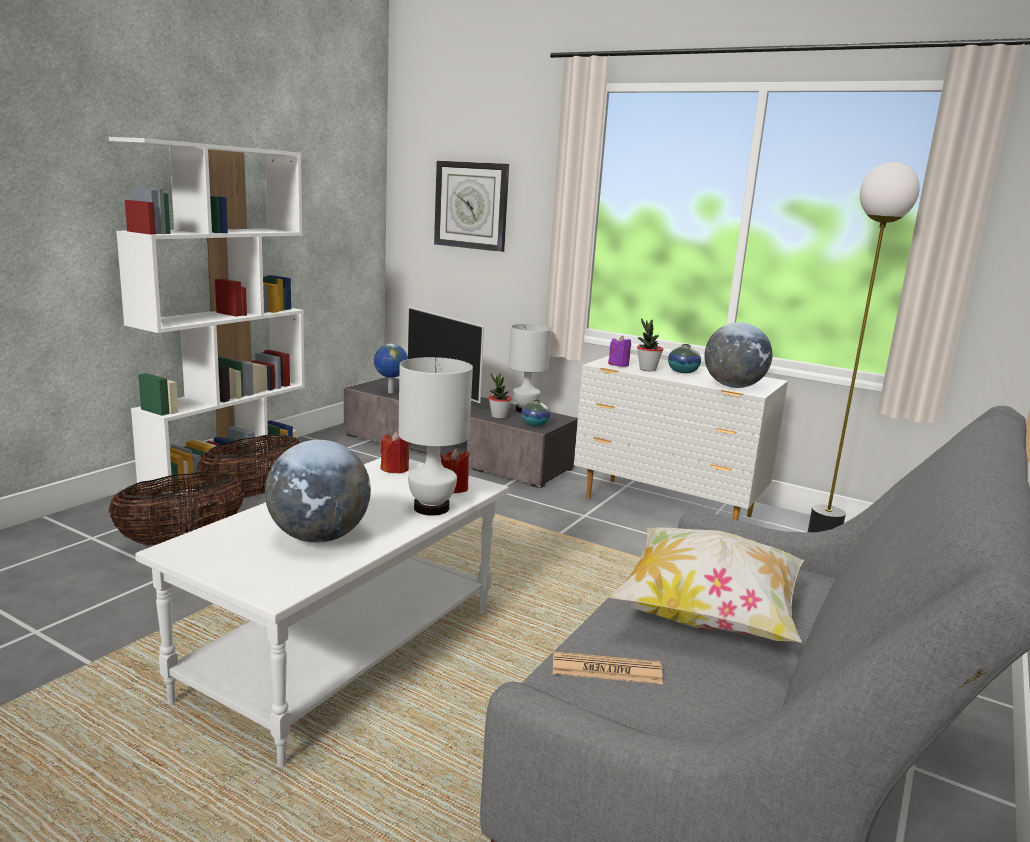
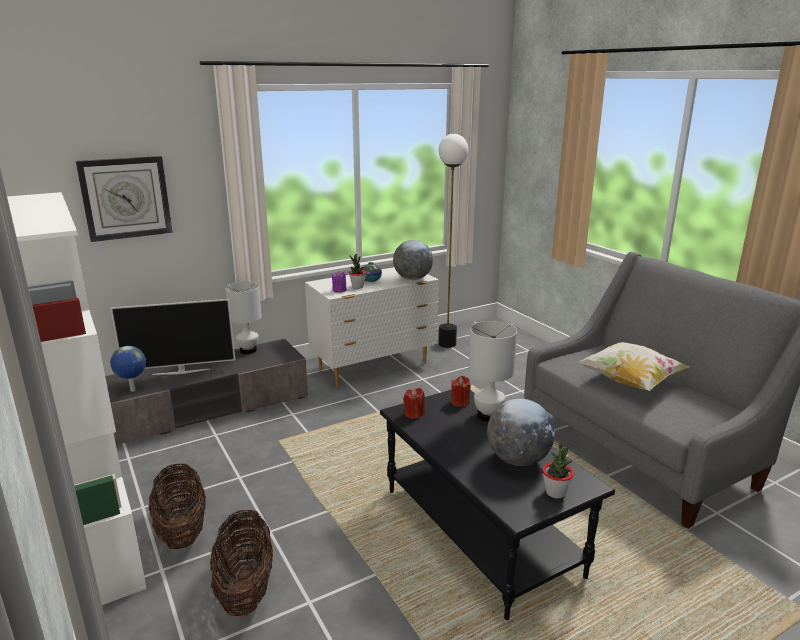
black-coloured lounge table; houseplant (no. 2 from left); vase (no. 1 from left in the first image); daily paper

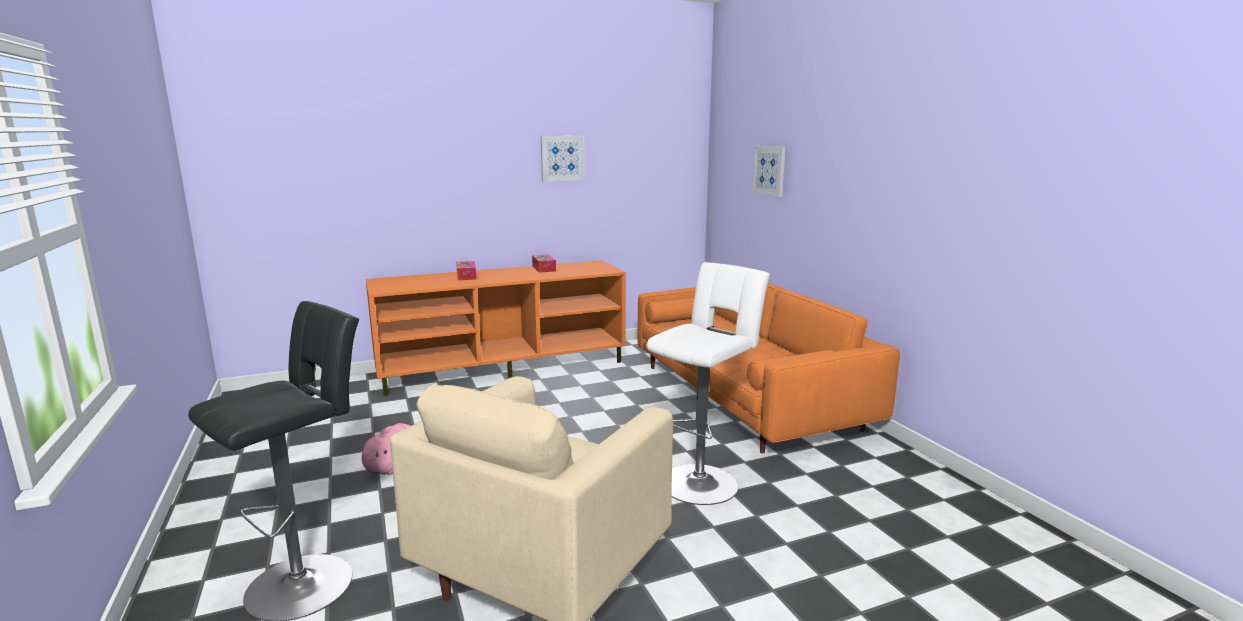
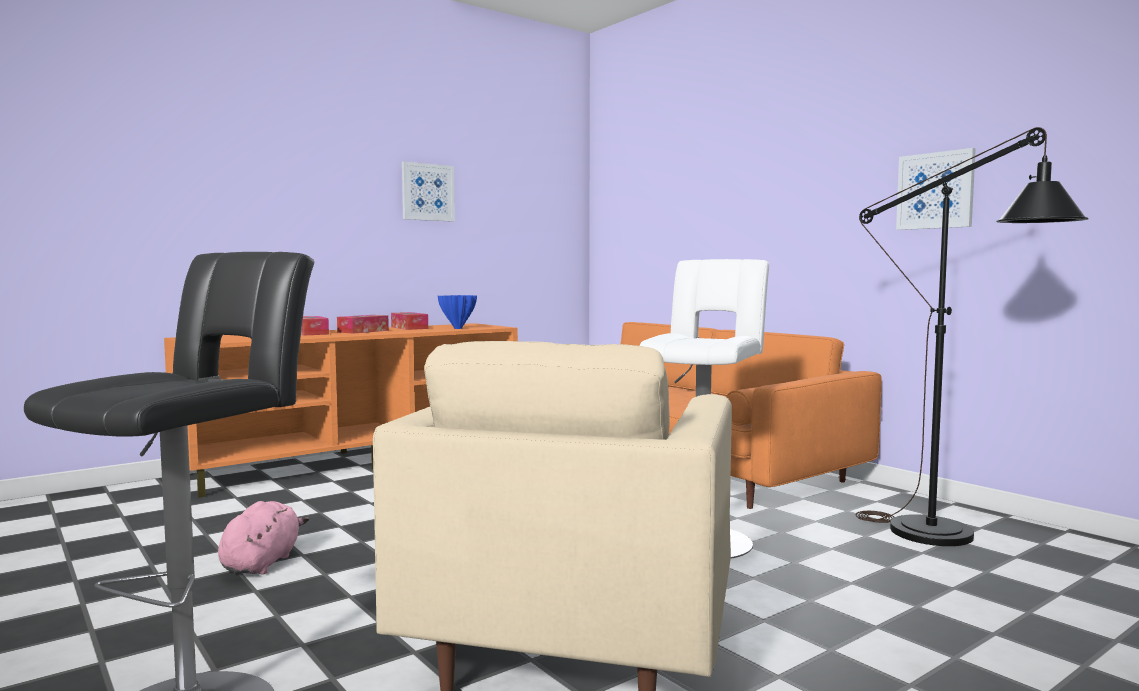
box of tissues (no. 2 from left); bluish vase; black-coloured standard lamp; wall picture (no. 2 from left)

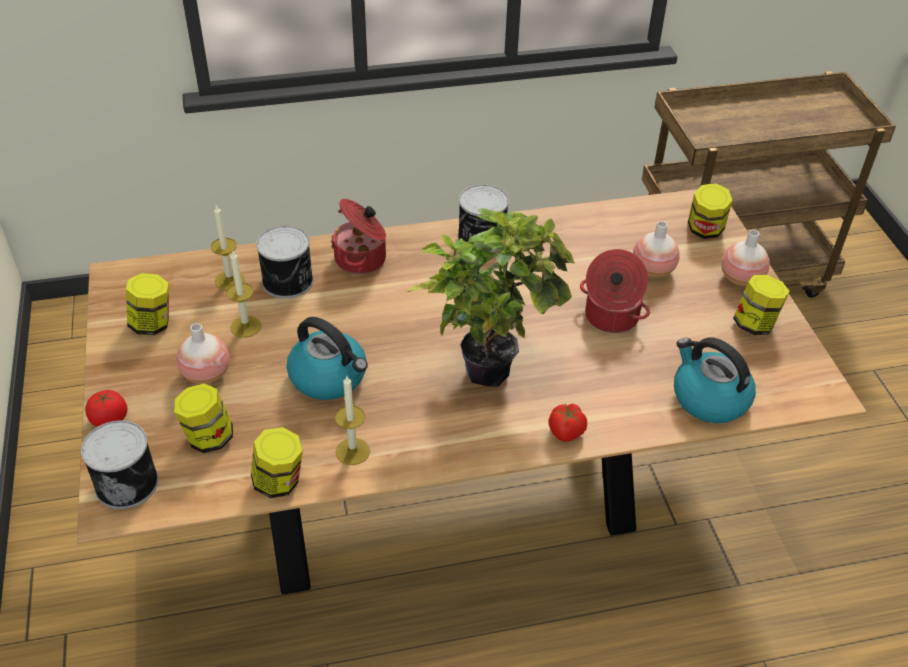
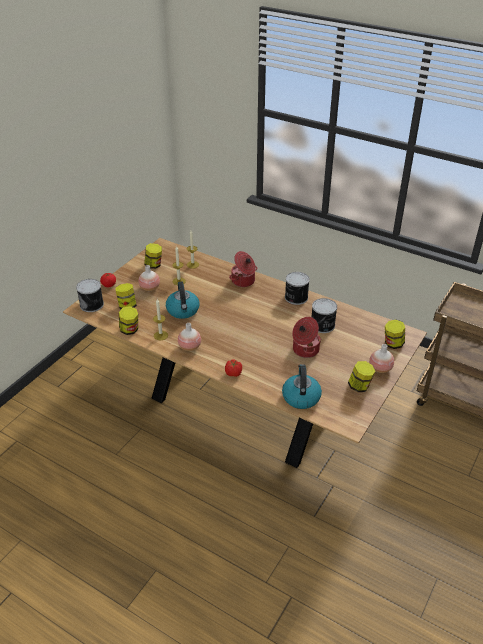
vase (no. 2 from left); metal can (no. 3 from left); houseplant

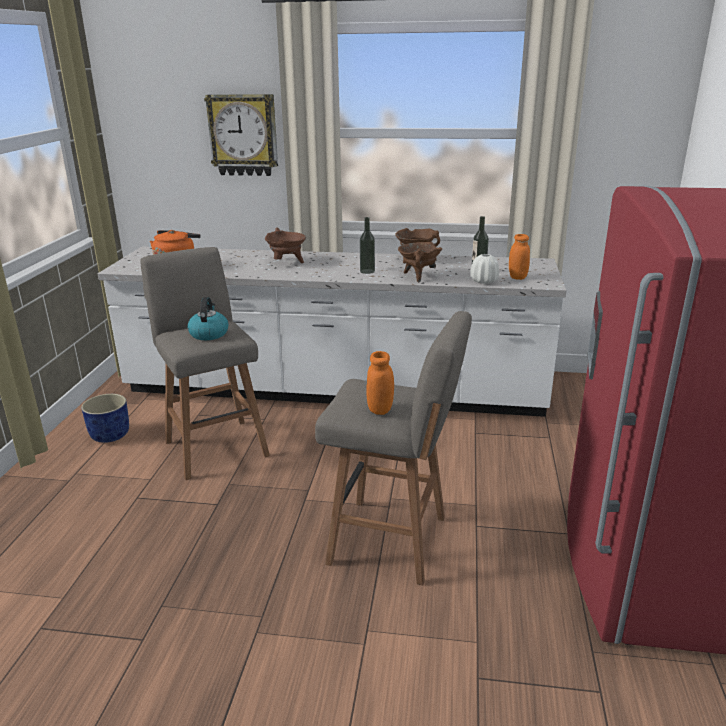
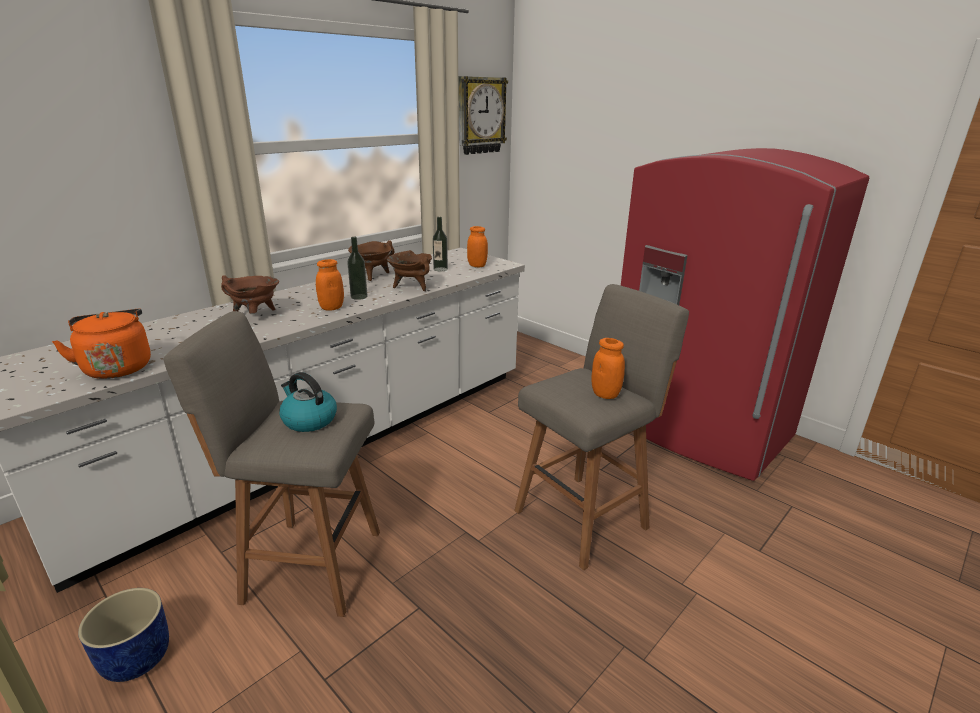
orange jar (no. 1 from left); hanging clock; white-coloured vase

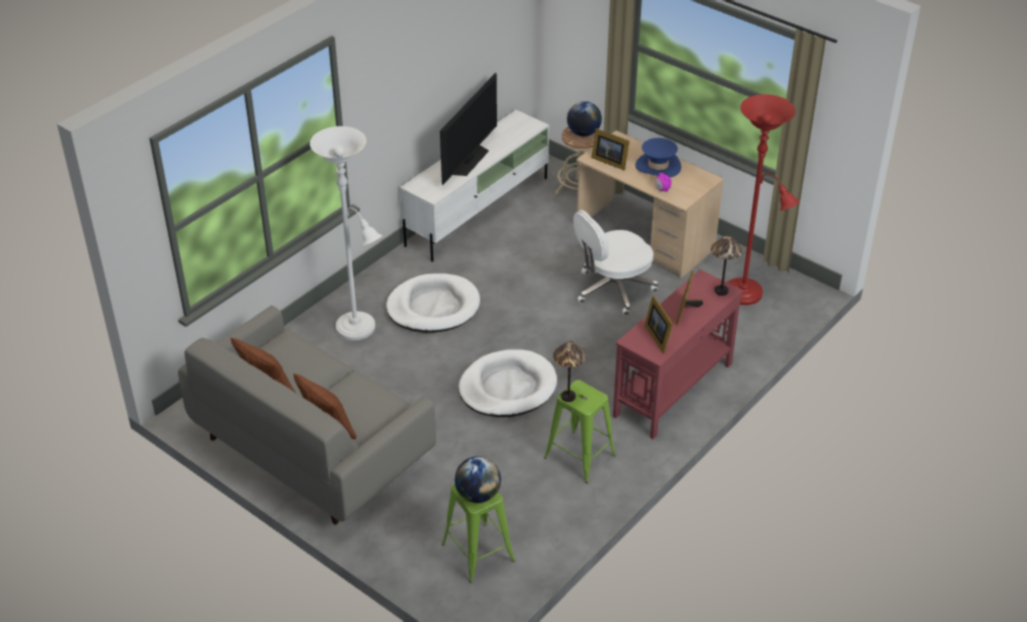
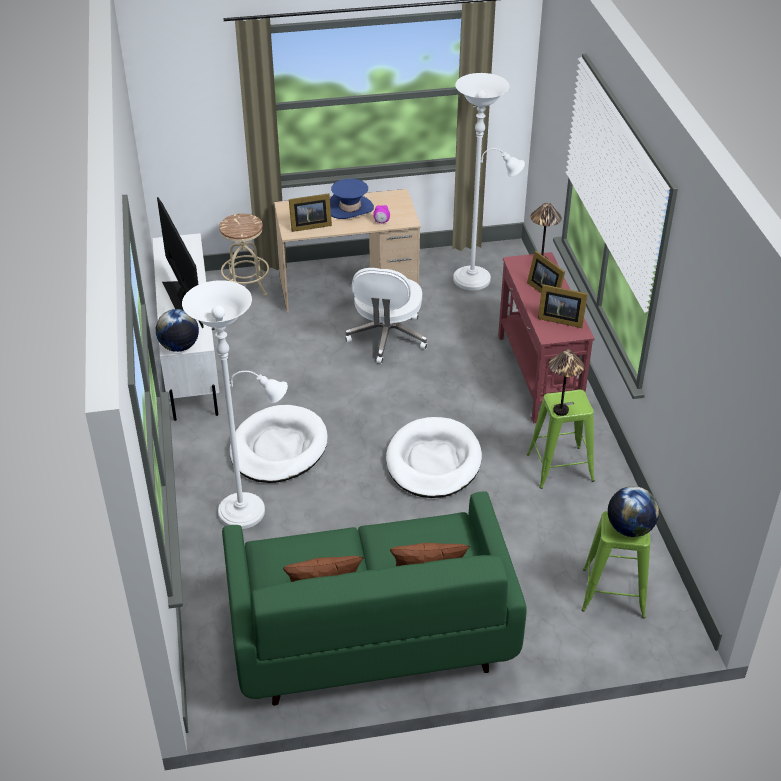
globe (no. 1 from left); greenish sofa; white-coloured standard lamp (no. 2 from left)

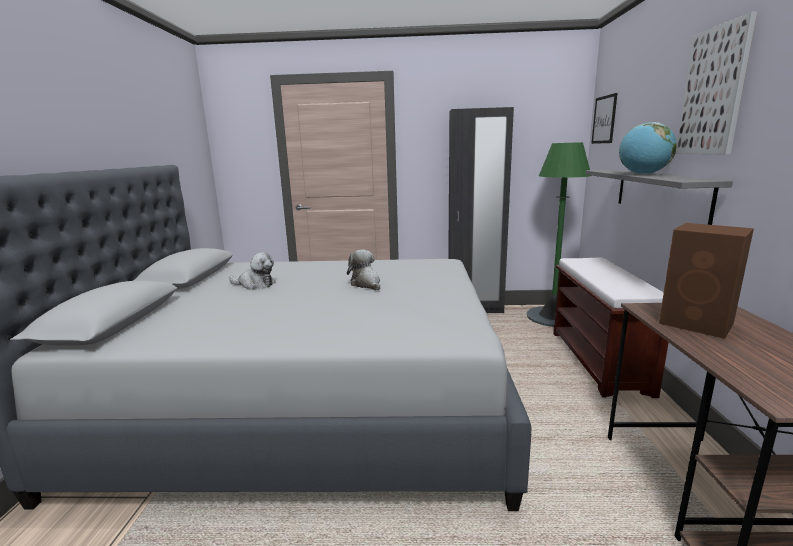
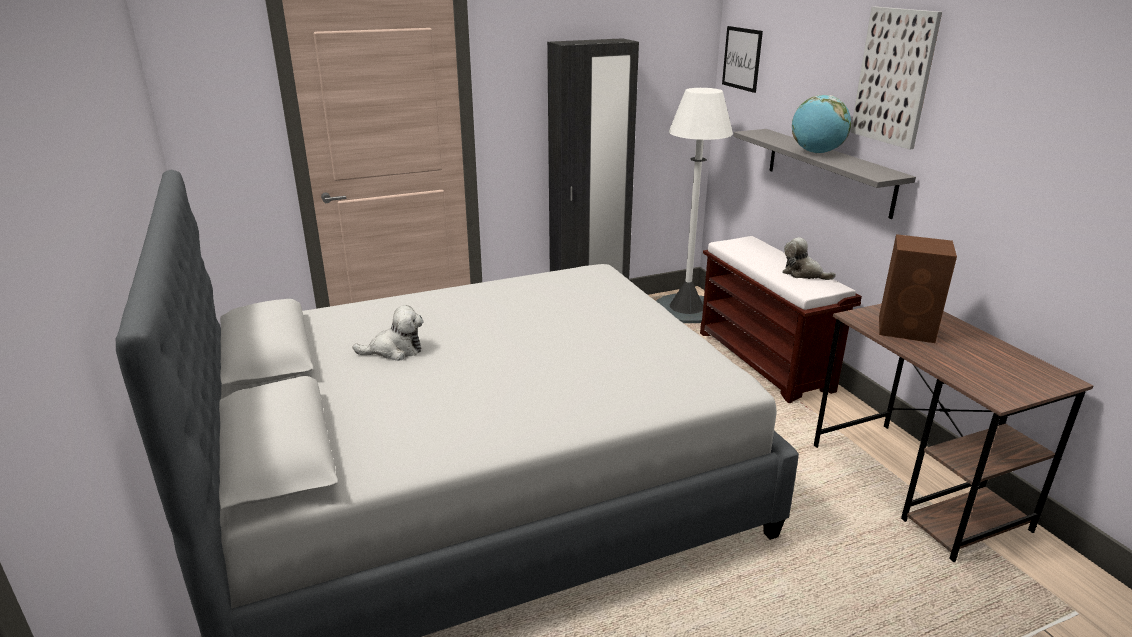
white-coloured standard lamp; plush toy (no. 2 from left)

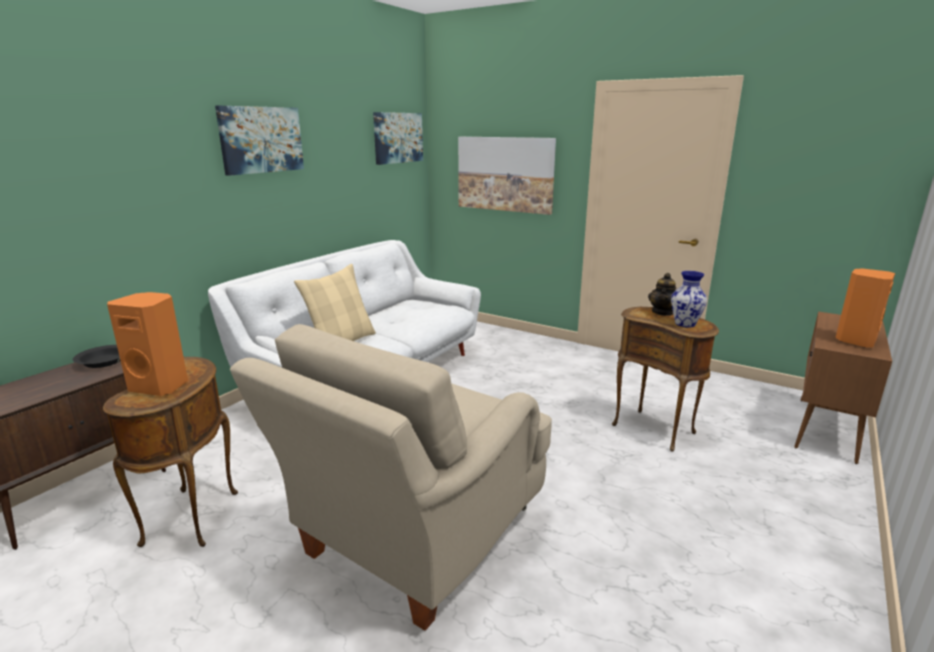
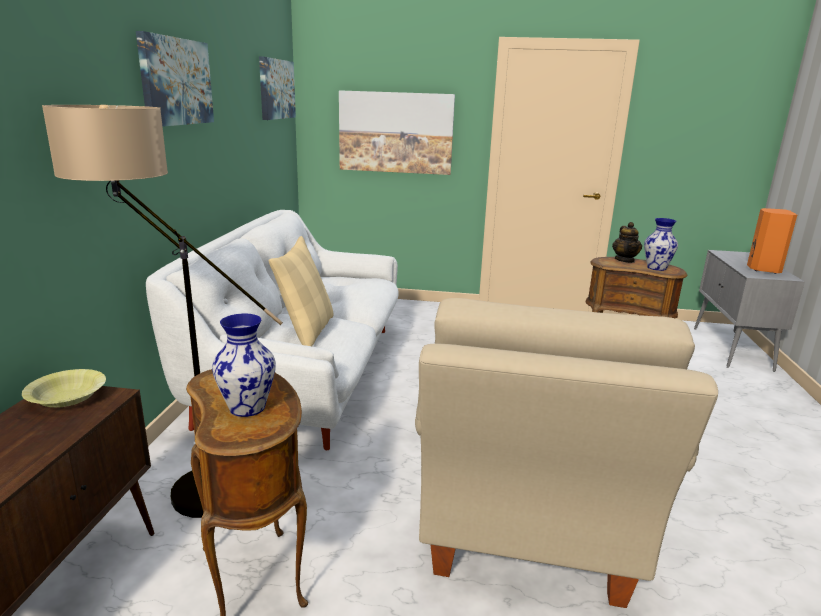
yellowish serving bowl; standard lamp; vase (no. 1 from left); gray cupboard

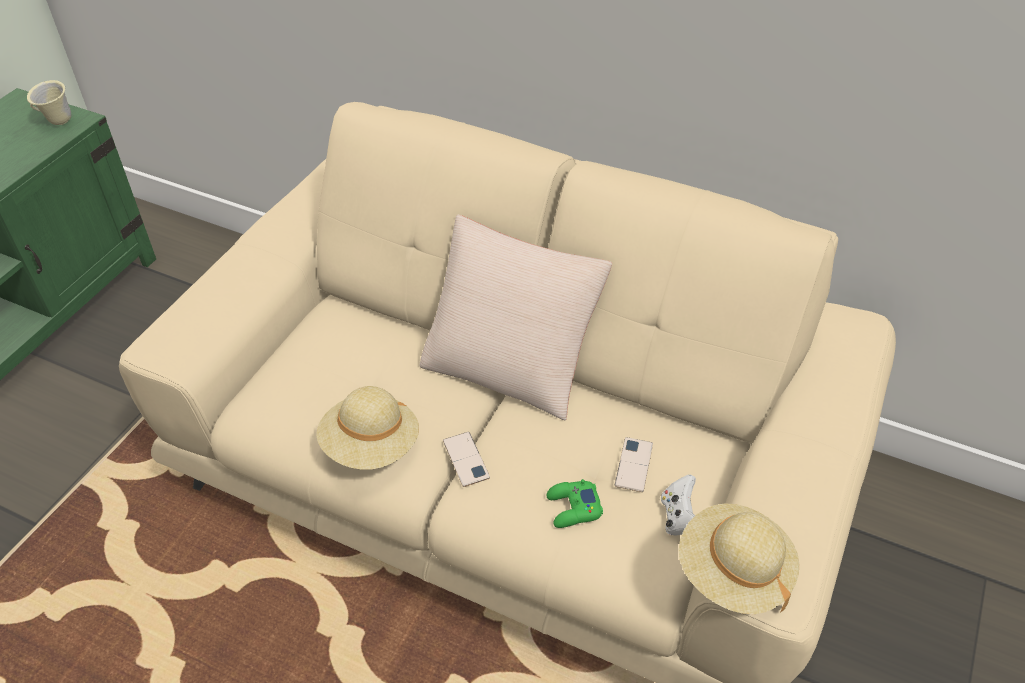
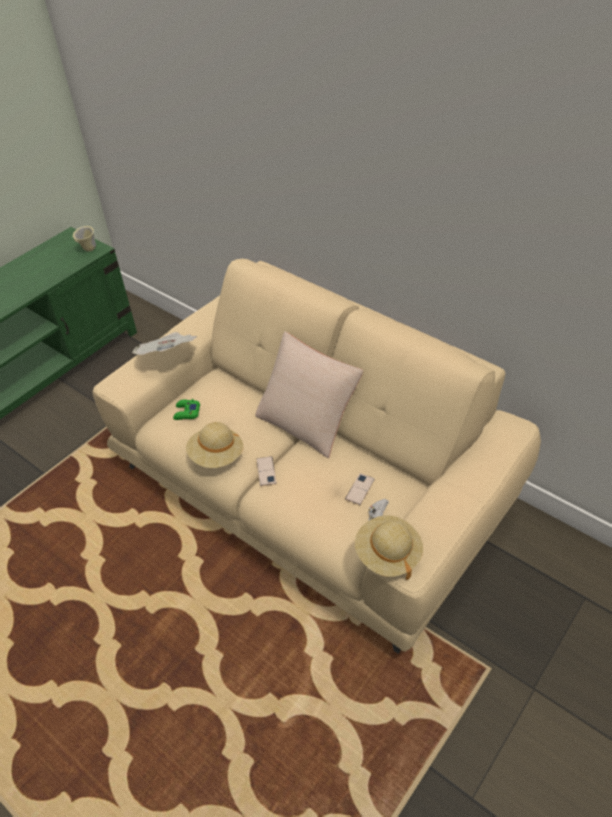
daily paper; greenish gamepad

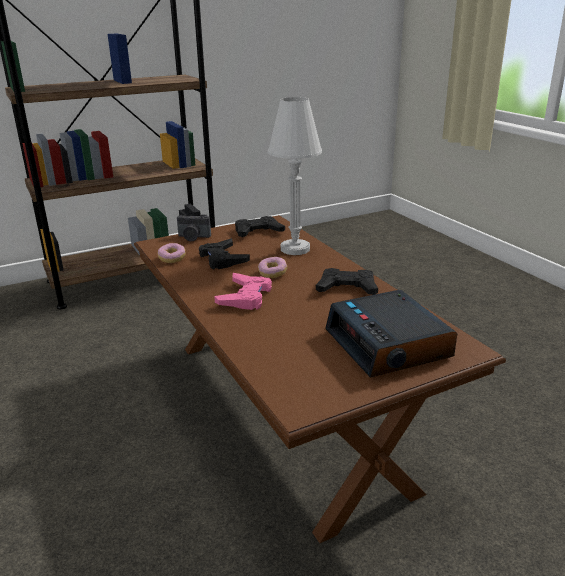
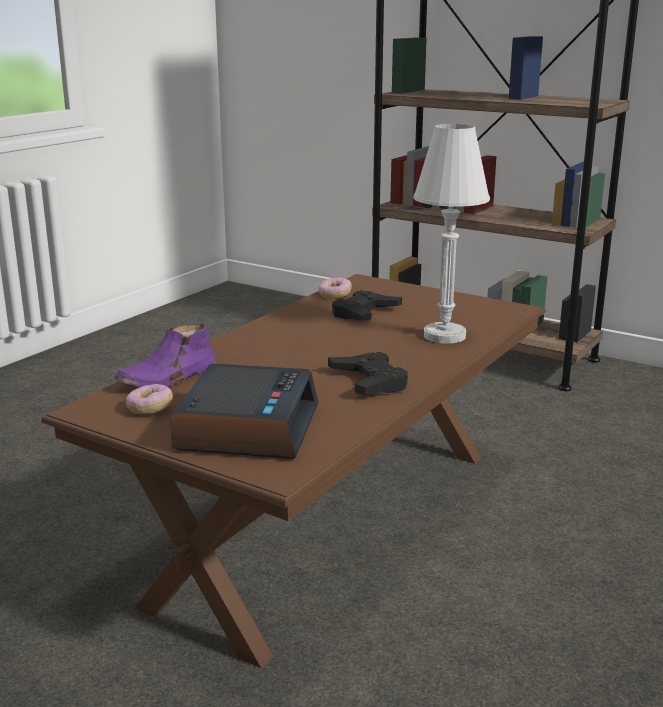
purplish item of footwear; ring doughnut (no. 1 from left); alarm clock; still camera; pink-coloured gamepad; black-coloured gamepad (no. 2 from left in the first image)

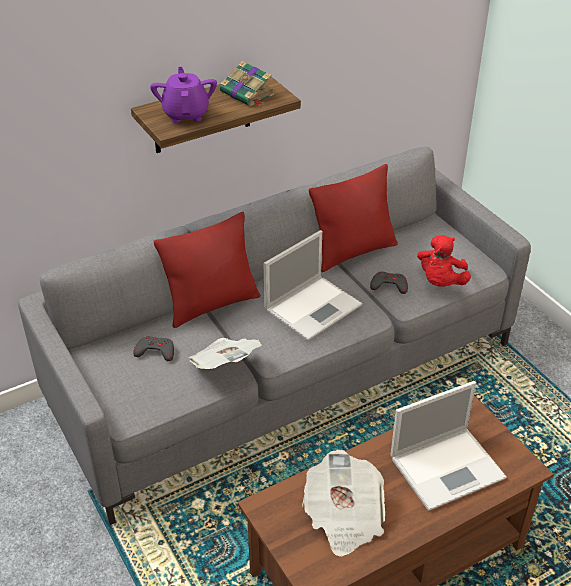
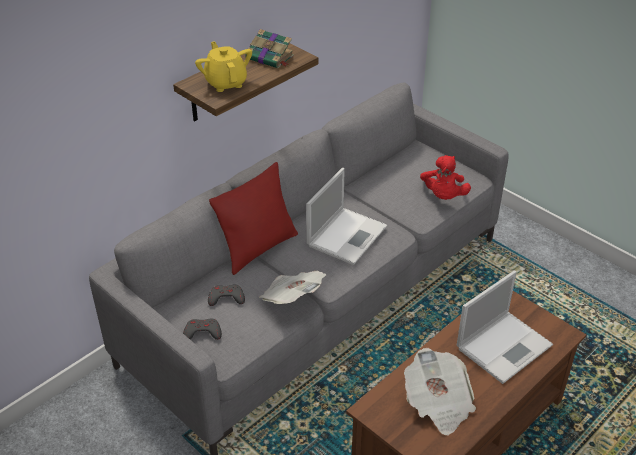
gray gamepad (no. 1 from left); yellowish tea pot; red throw pillow (no. 2 from left in the first image)

